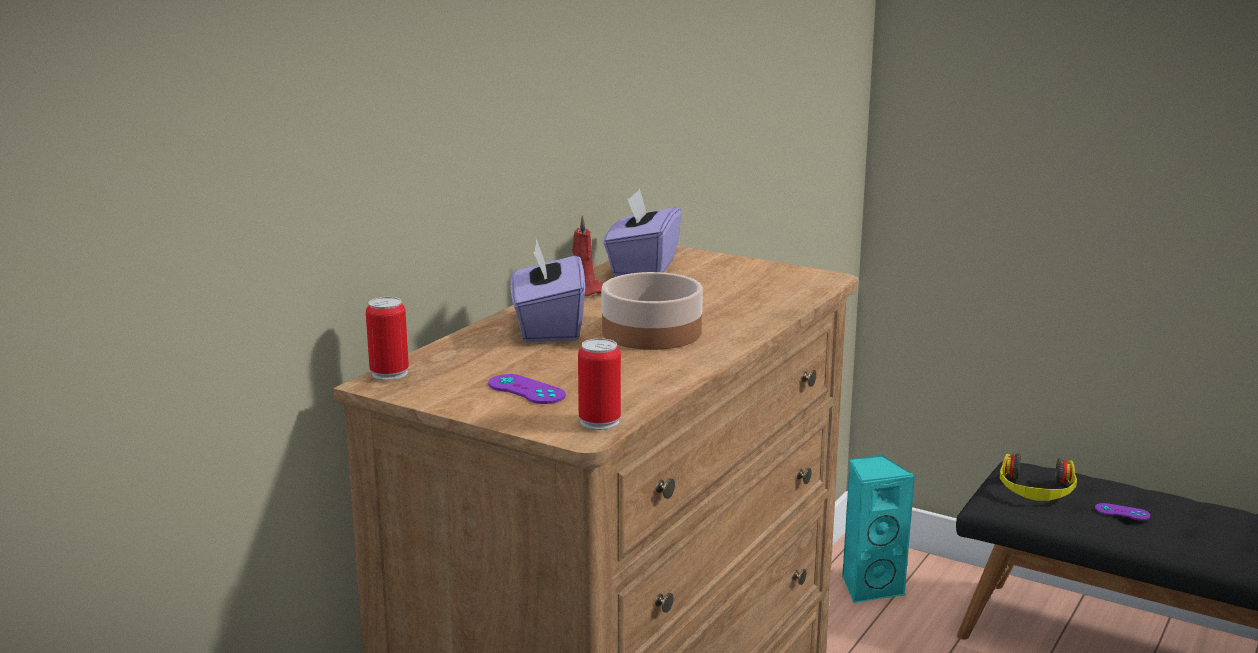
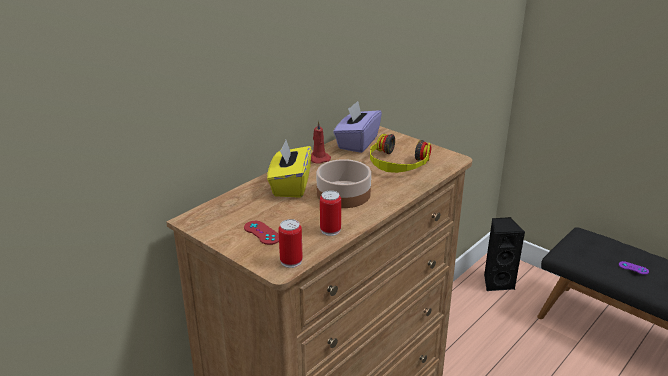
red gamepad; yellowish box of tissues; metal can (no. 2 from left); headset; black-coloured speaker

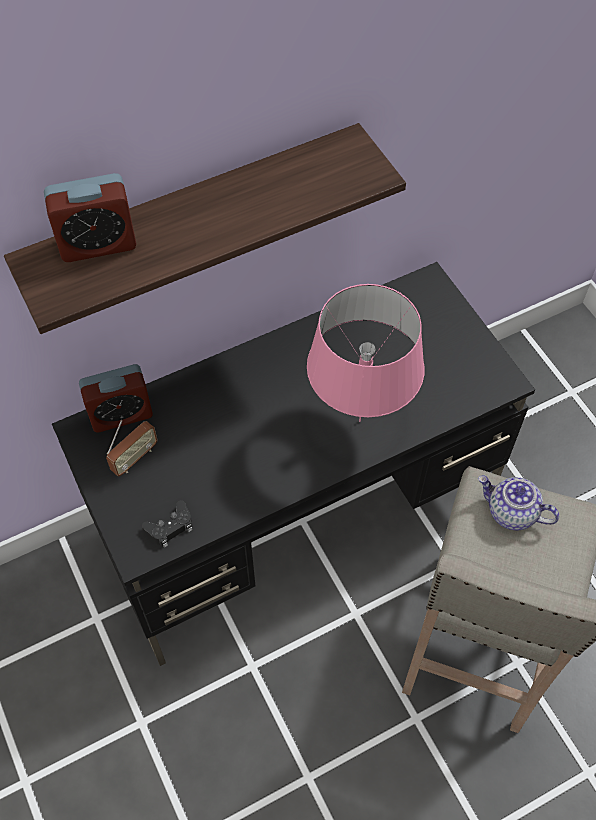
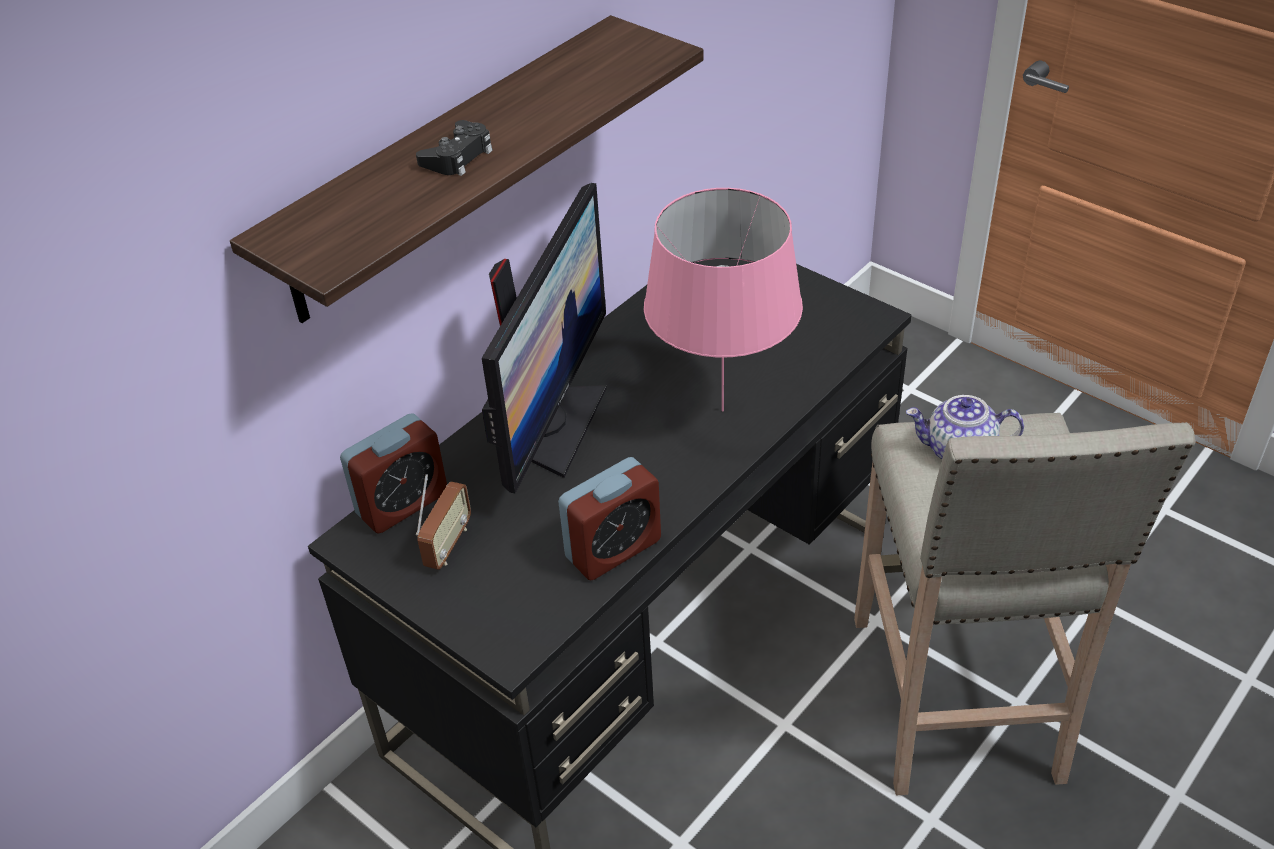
black-coloured gamepad; monitor; alarm clock (no. 2 from left)

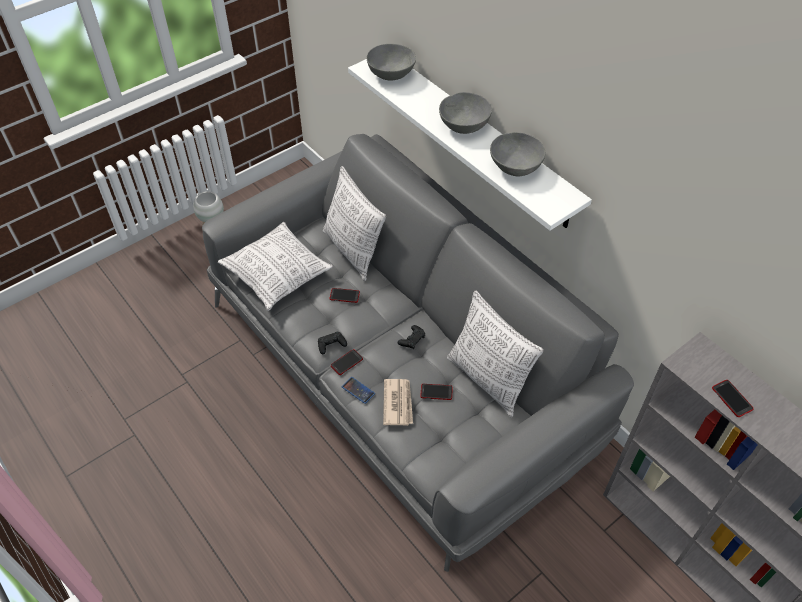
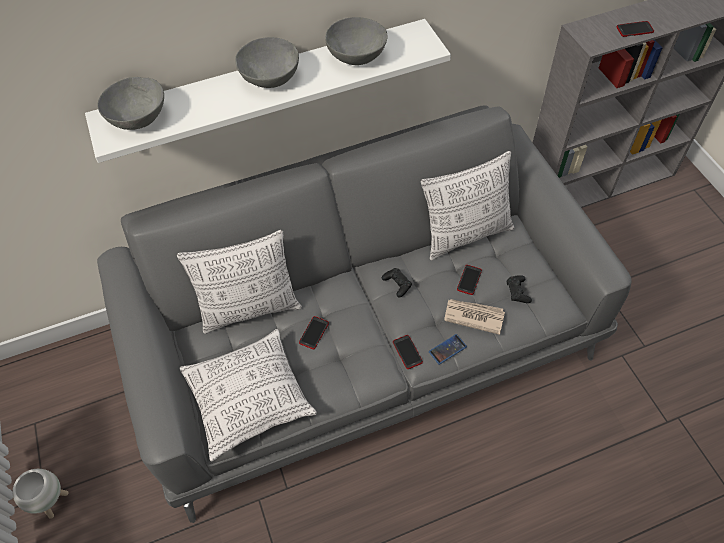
black-coloured gamepad (no. 2 from left)

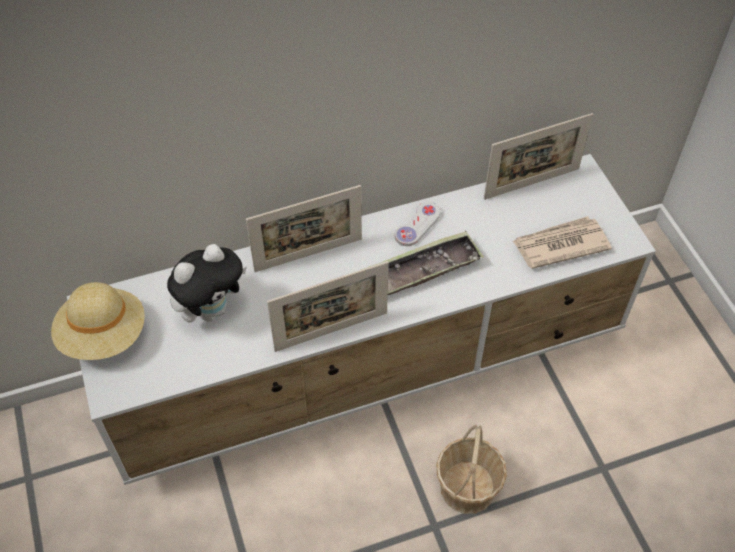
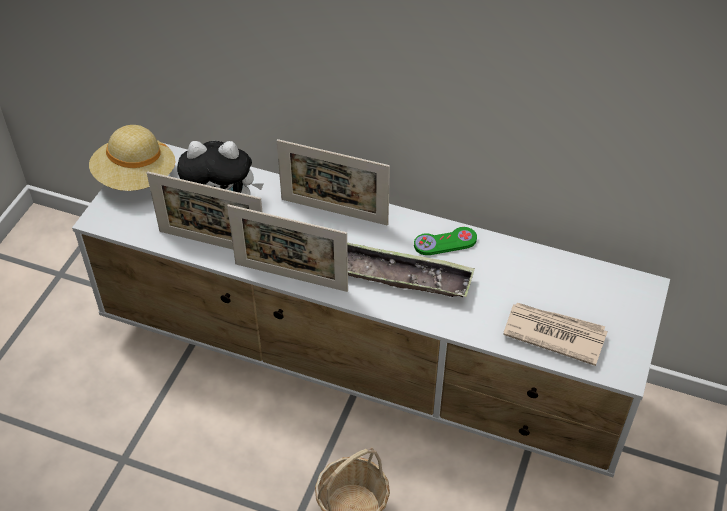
standing frame (no. 1 from left); greenish gamepad

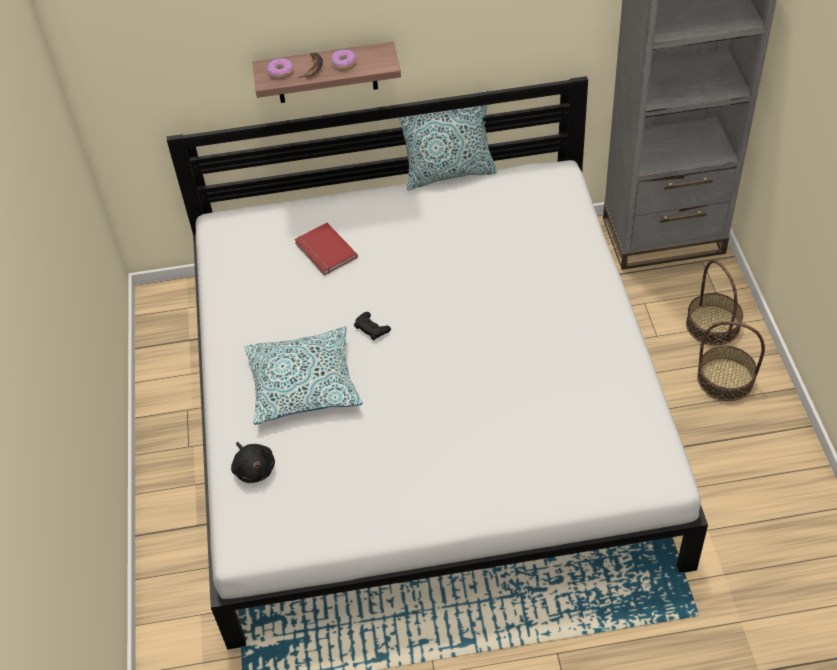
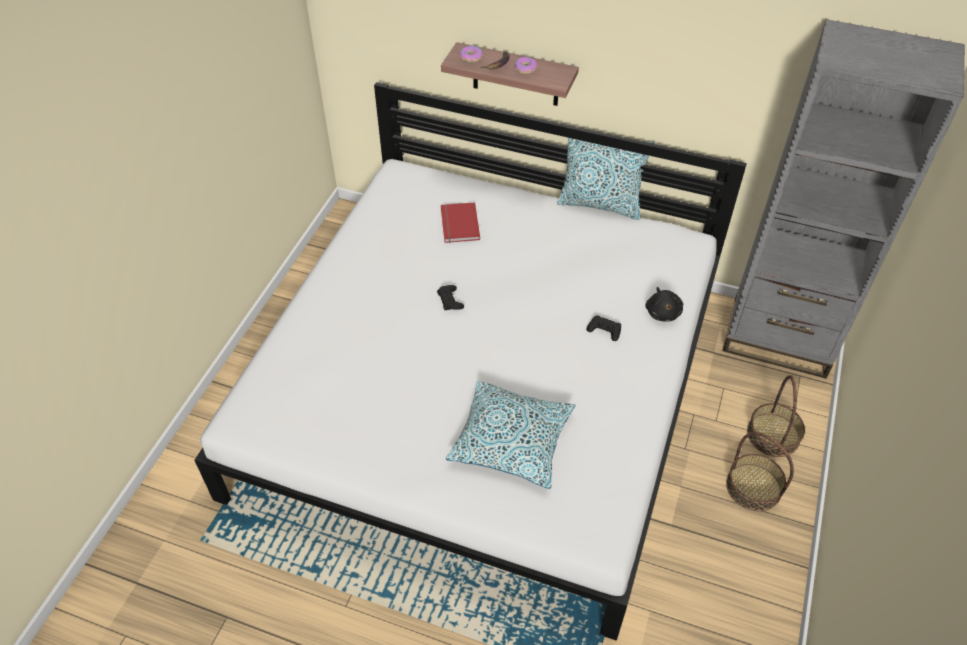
throw pillow (no. 1 from left); black-coloured gamepad (no. 2 from left); black-coloured plush toy

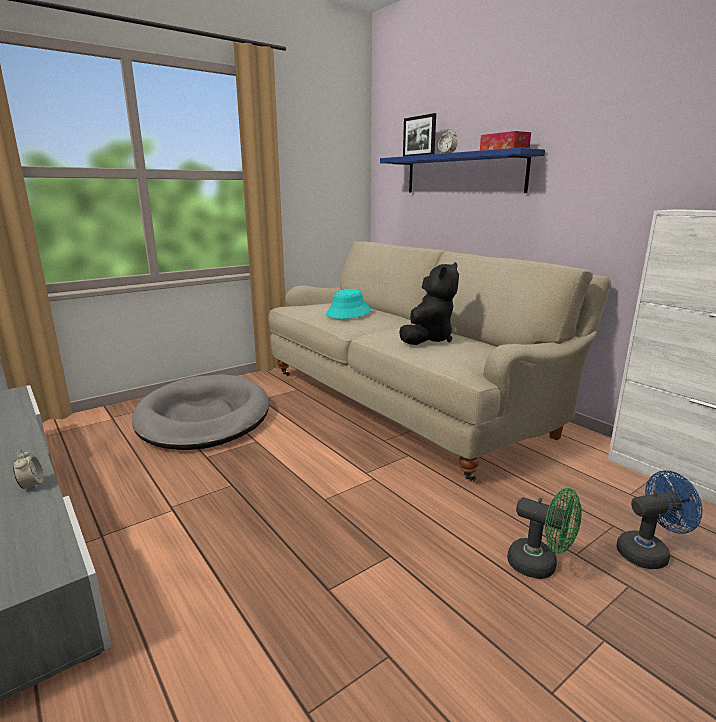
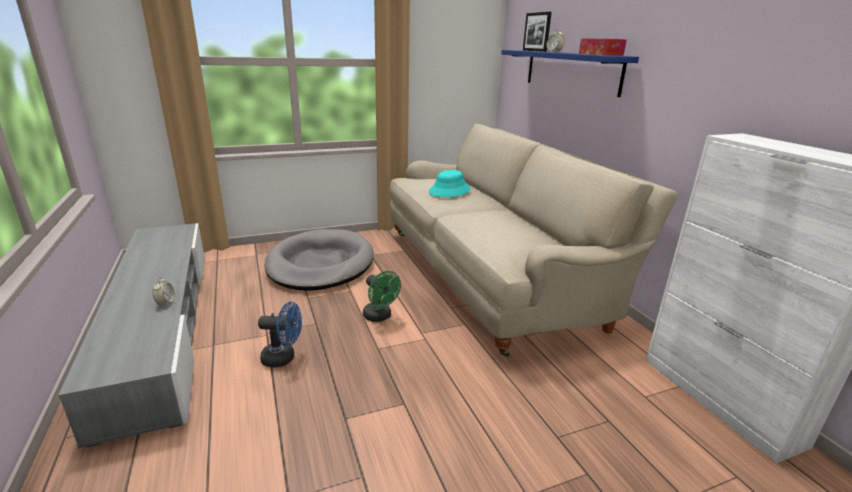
bluish electric fan; greenish electric fan; black-coloured plush toy

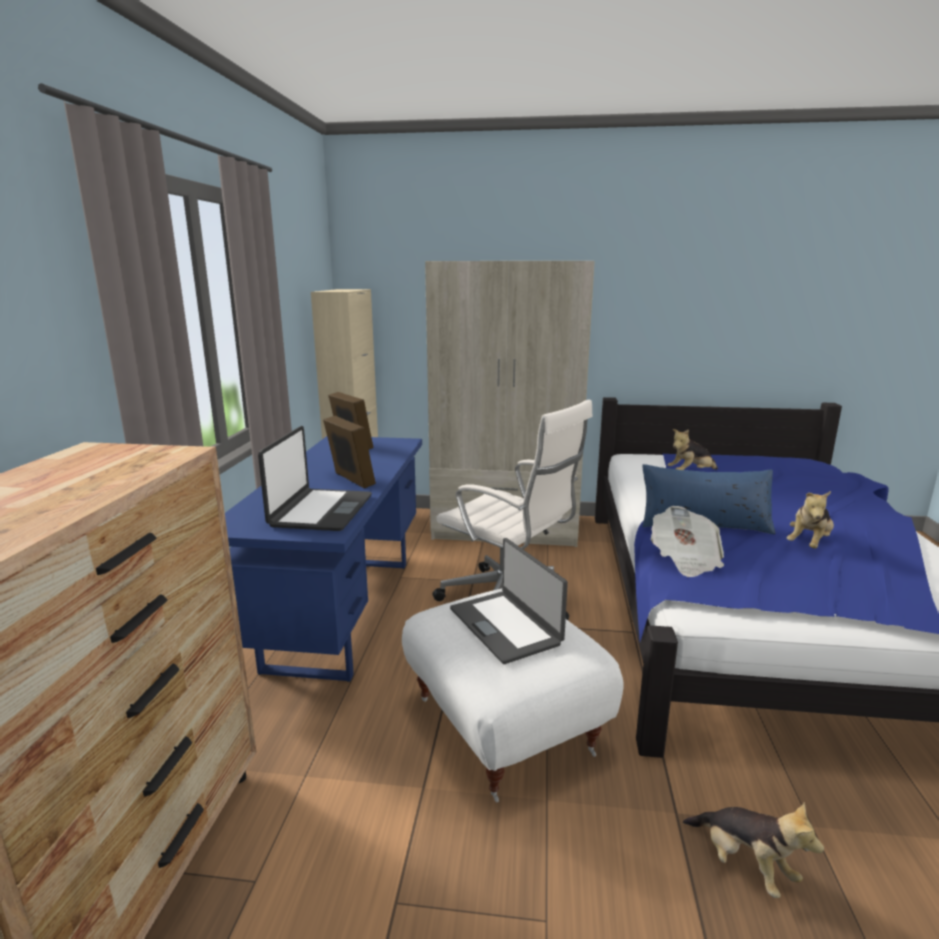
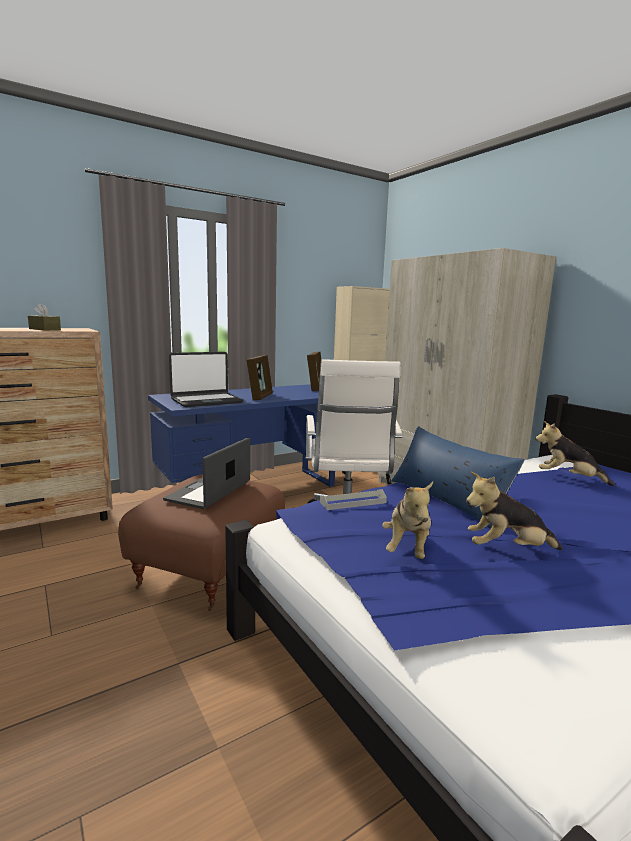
brown-coloured box of tissues; brown-coloured ottoman; gray carrying tray; plush toy (no. 1 from left)

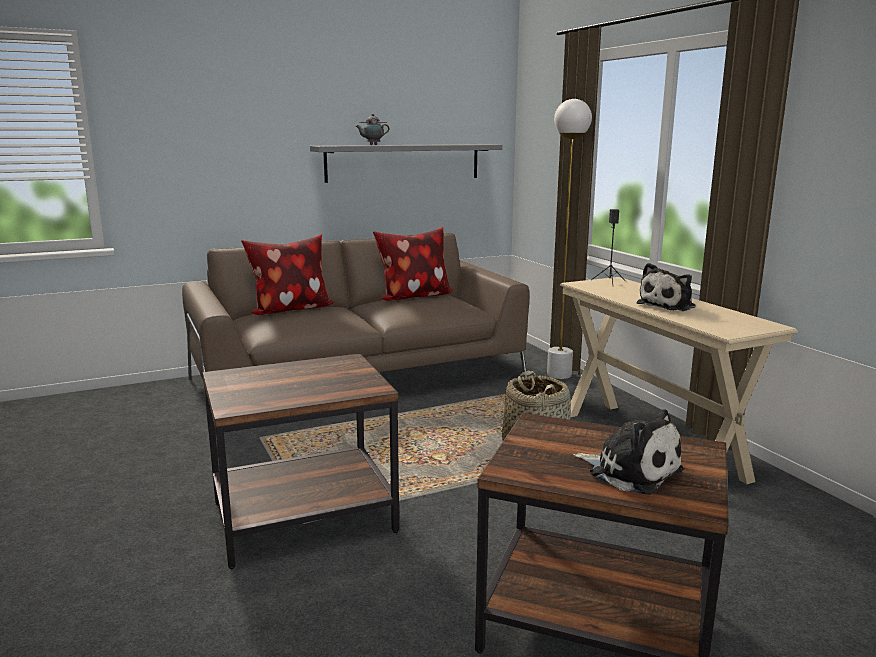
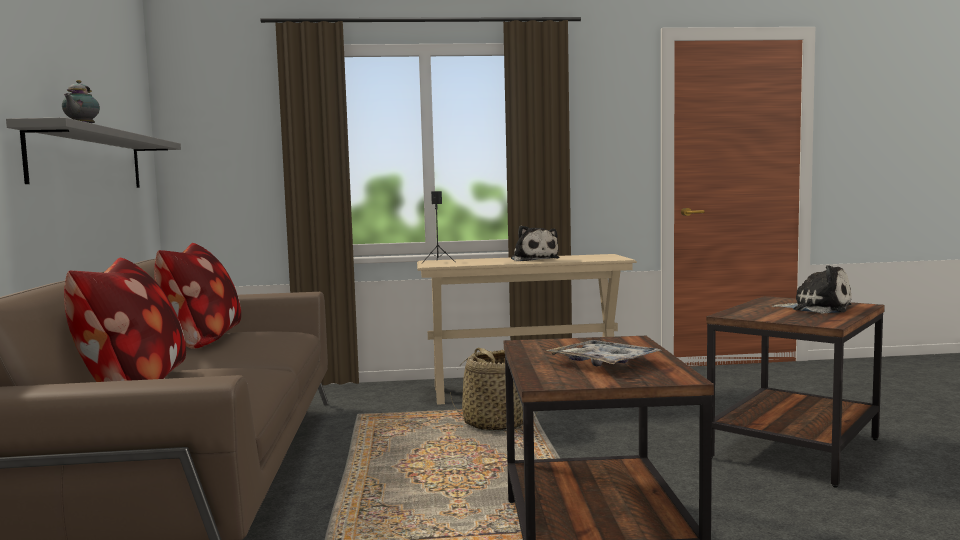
carrying tray; plush toy (no. 2 from left); white-coloured standard lamp

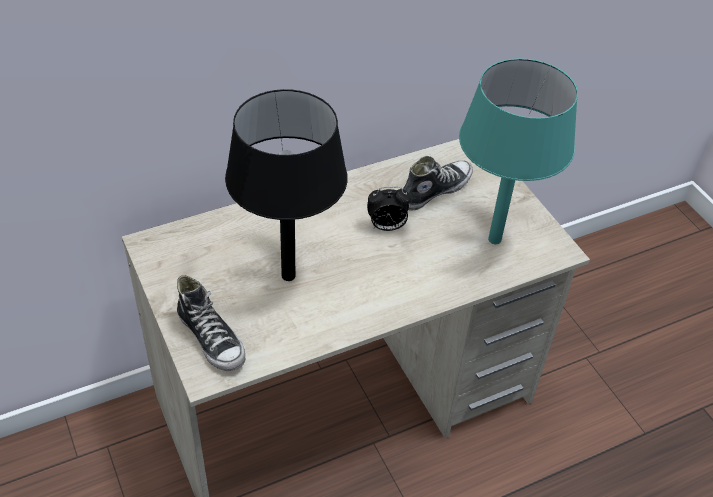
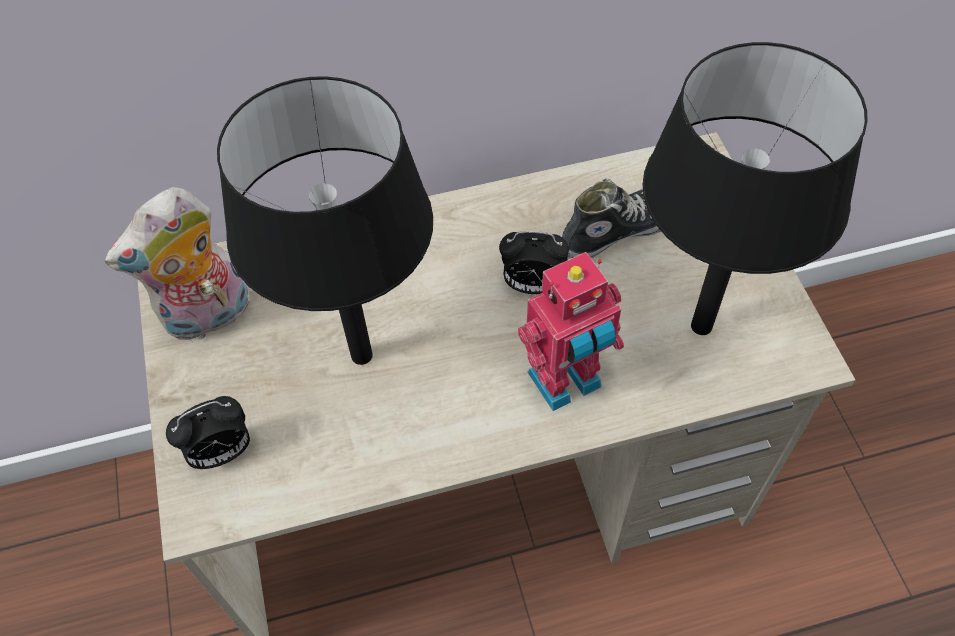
plush toy; alarm clock (no. 1 from left); model robot; black-coloured tabletop lamp (no. 2 from left)

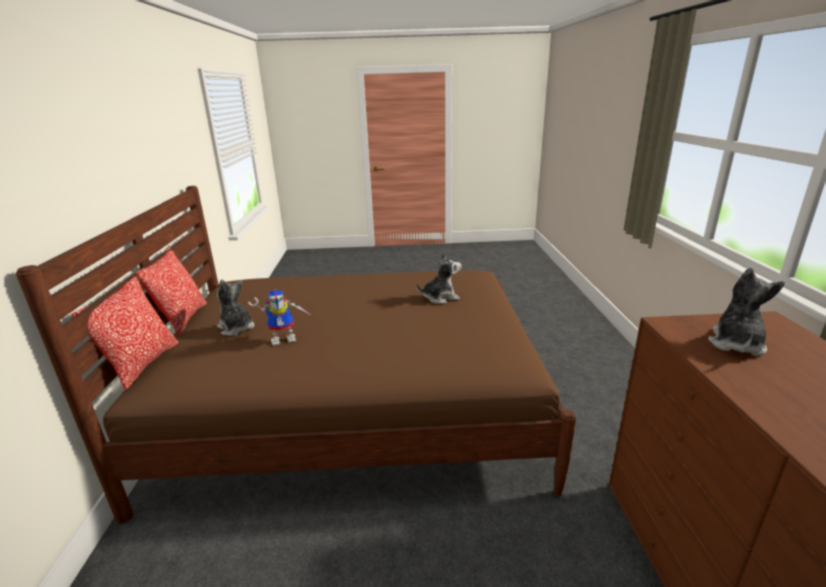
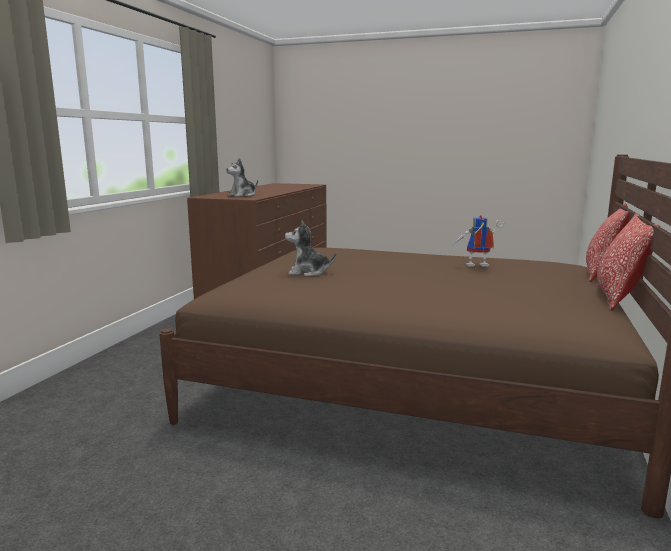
plush toy (no. 1 from left in the first image)

